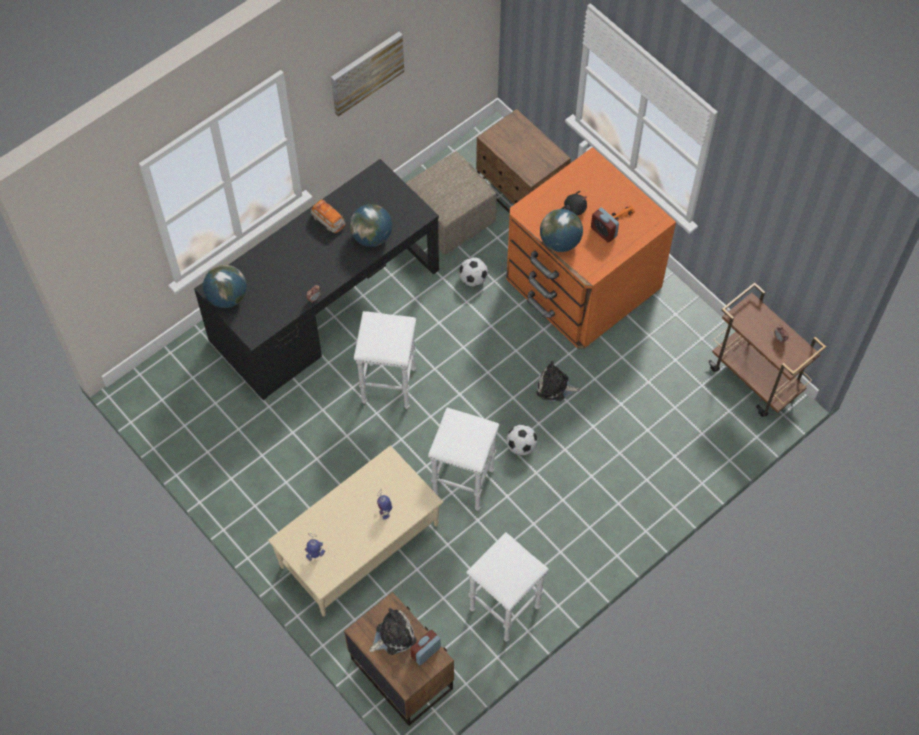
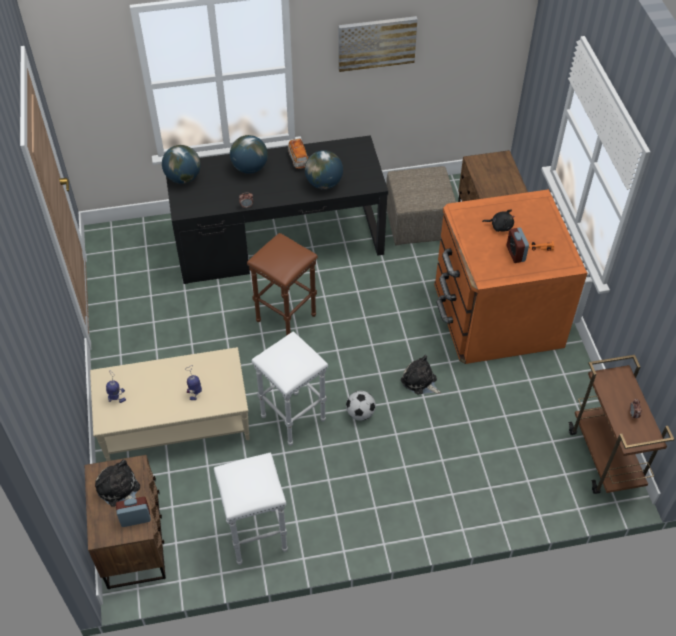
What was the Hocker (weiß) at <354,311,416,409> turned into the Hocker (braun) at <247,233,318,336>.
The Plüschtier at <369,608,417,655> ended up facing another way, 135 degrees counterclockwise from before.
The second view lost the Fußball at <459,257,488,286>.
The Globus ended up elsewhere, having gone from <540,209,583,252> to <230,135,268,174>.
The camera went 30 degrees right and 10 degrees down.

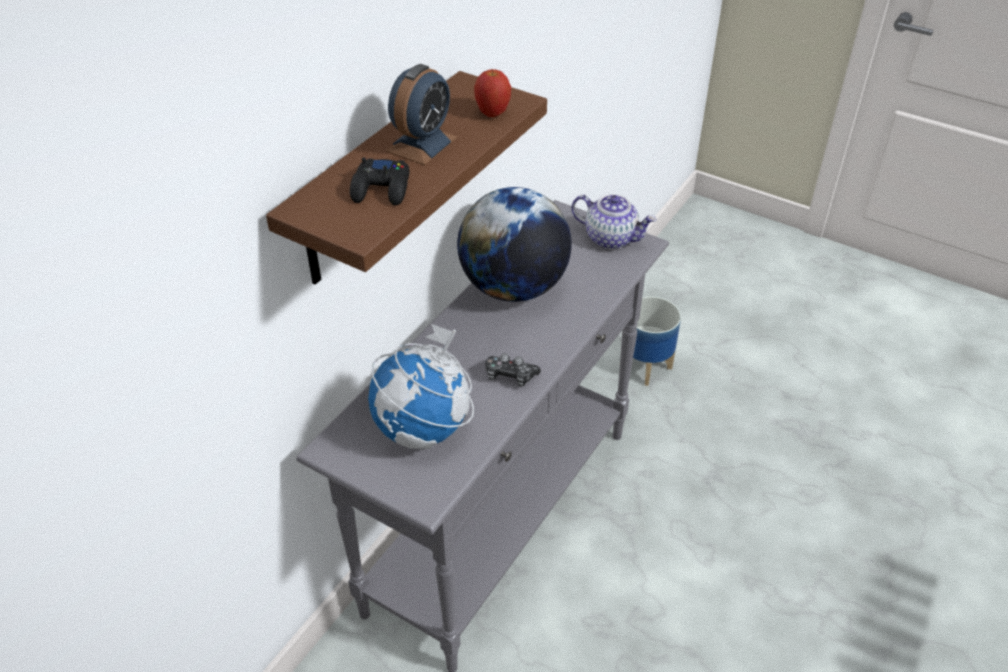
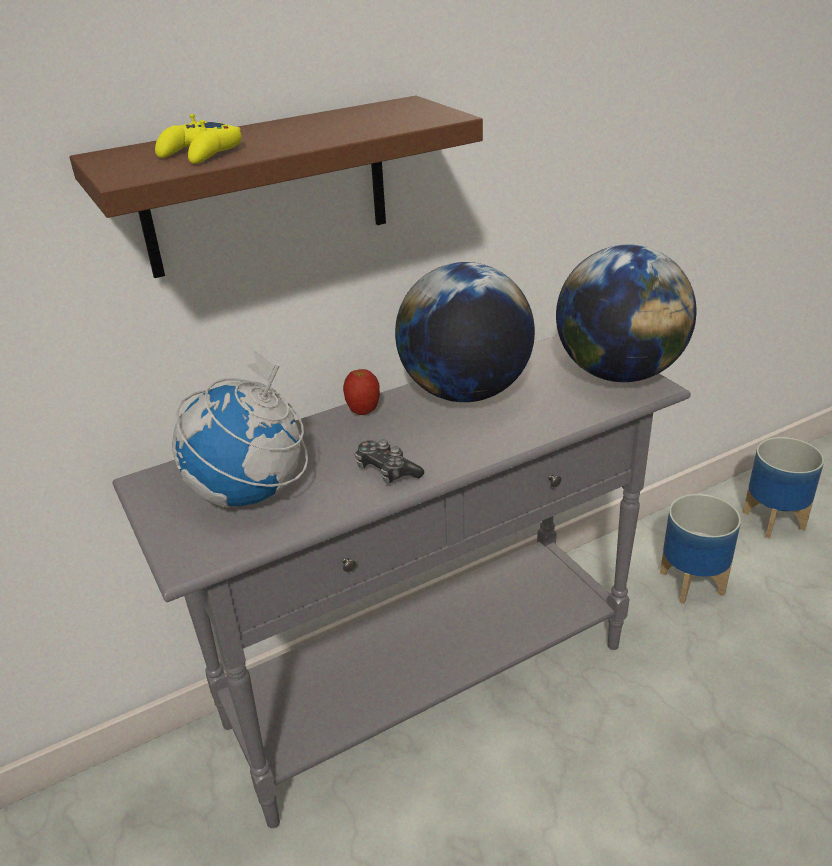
What was the Gamepad (schwarz) at <350,158,409,206> turned into the Gamepad (gelb) at <155,114,242,164>.
The second view lost the Wecker at <386,64,458,165>.
The Apfel ended up elsewhere, having gone from <474,69,511,117> to <343,369,380,415>.
Where the Teekanne stood at <571,194,657,249>, the Globus came to stand at <556,245,697,382>.
The second view gained the Pflanzkübel at <743,437,824,539>.
The camera went 30 degrees right and 10 degrees down.

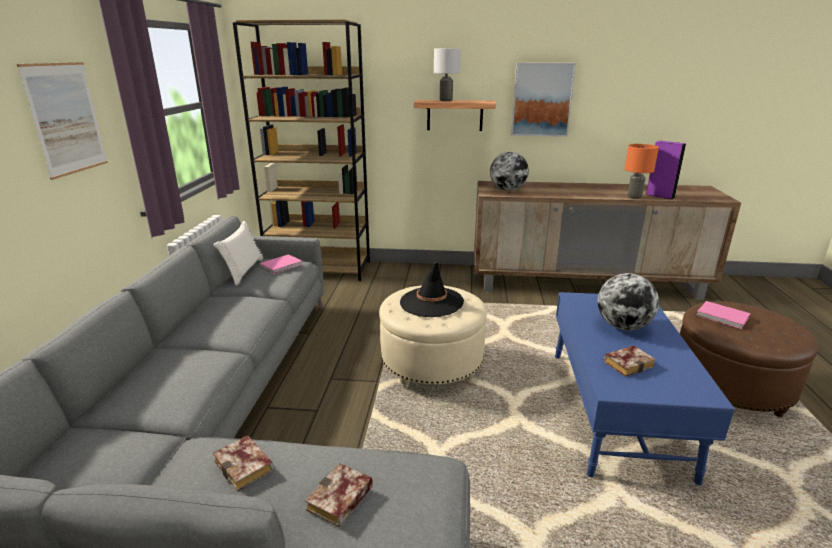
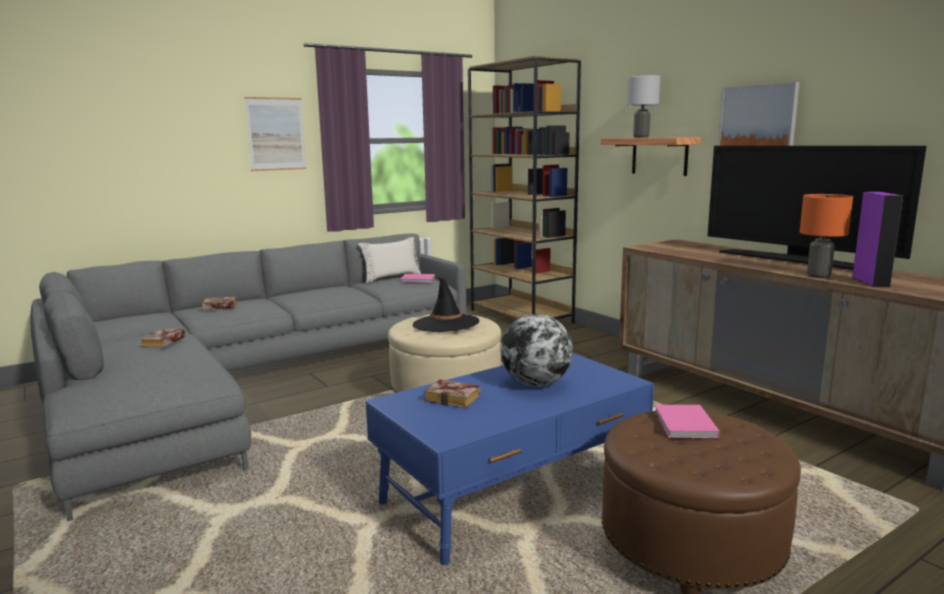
The Buch ended up elsewhere, having gone from <305,463,373,527> to <202,296,237,310>.
The second view lost the Globus at <490,152,529,191>.
The second view gained the Fernseher at <708,146,926,270>.
The camera went 50 degrees right and 10 degrees down.

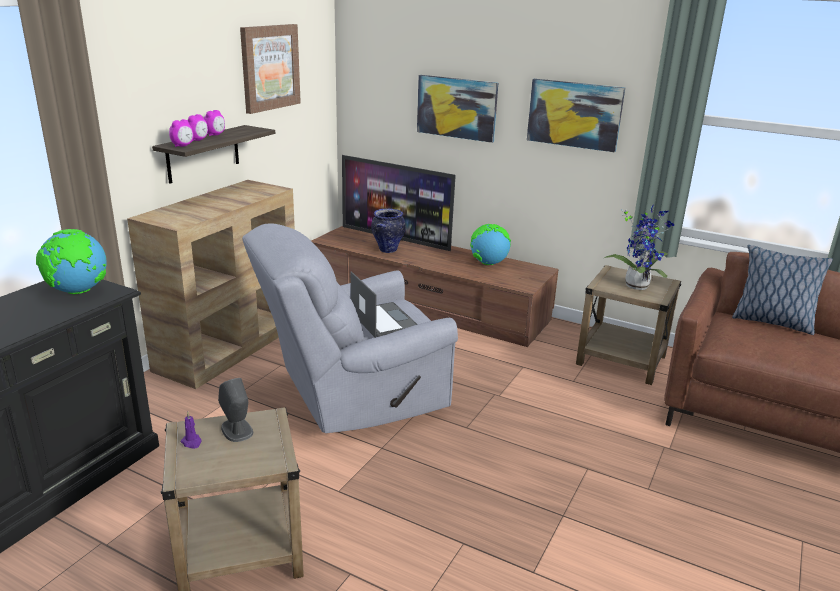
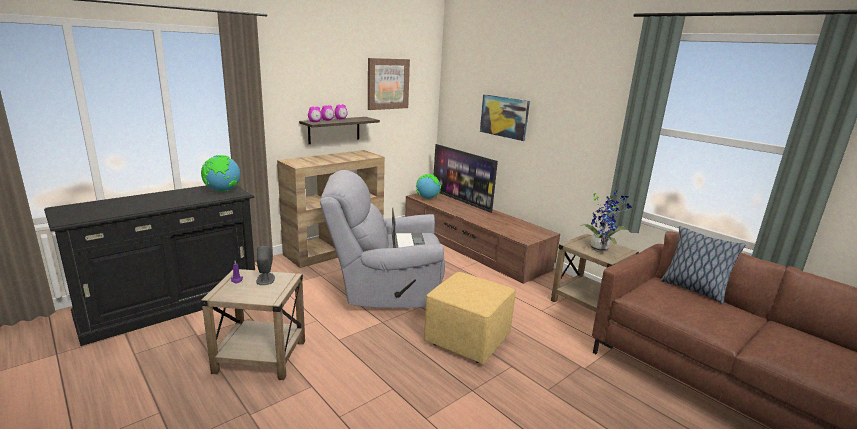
The second view lost the Vase at <371,209,406,253>.
The Globus ended up elsewhere, having gone from <470,224,511,265> to <416,174,441,199>.
The second view lost the Bild at <527,79,625,153>.
The second view gained the Polsterhocker (gelb) at <424,272,515,364>.
The camera went 20 degrees right and 5 degrees down.

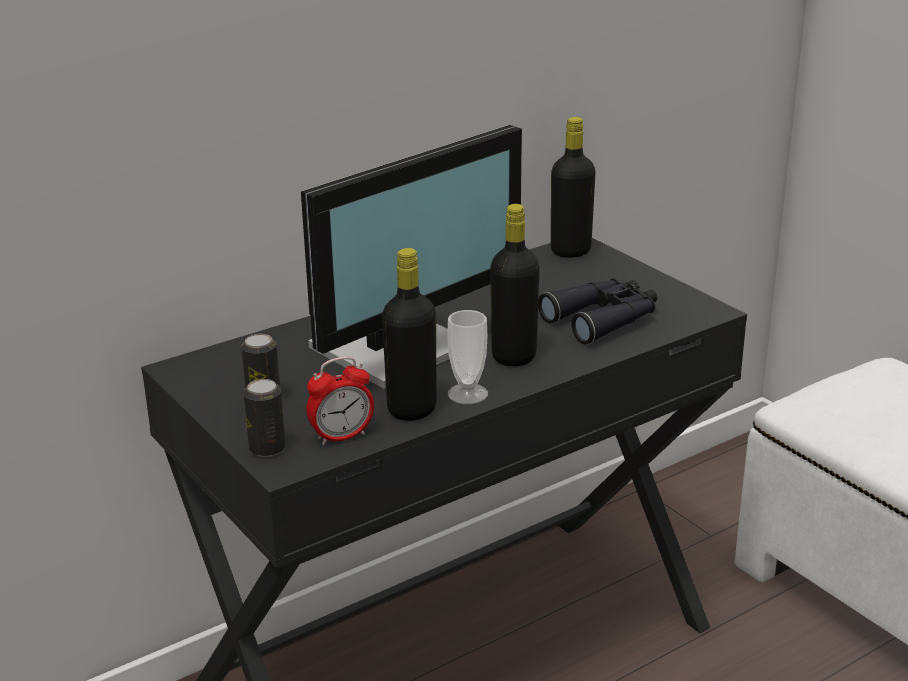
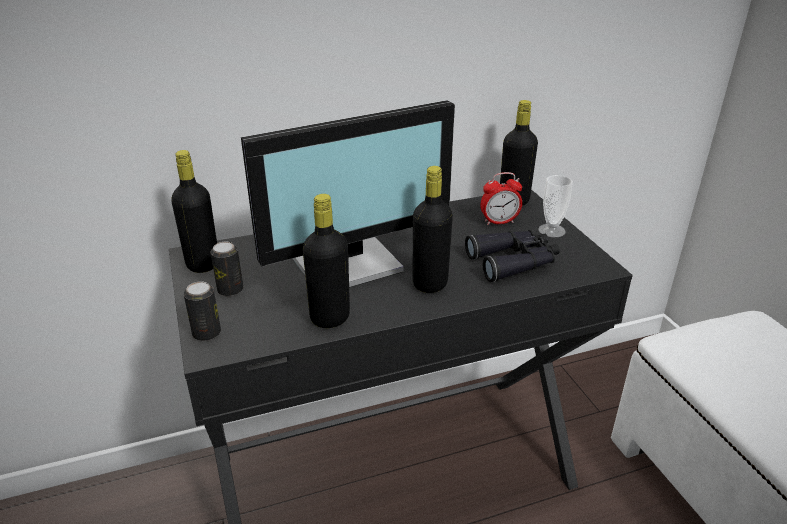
The Wecker ended up elsewhere, having gone from <306,356,374,445> to <480,172,522,225>.
The Tasse ended up elsewhere, having gone from <447,310,488,404> to <538,175,573,237>.
The second view gained the Flasche (schwarz) at <171,150,217,273>.
The camera went 15 degrees right and 5 degrees up.

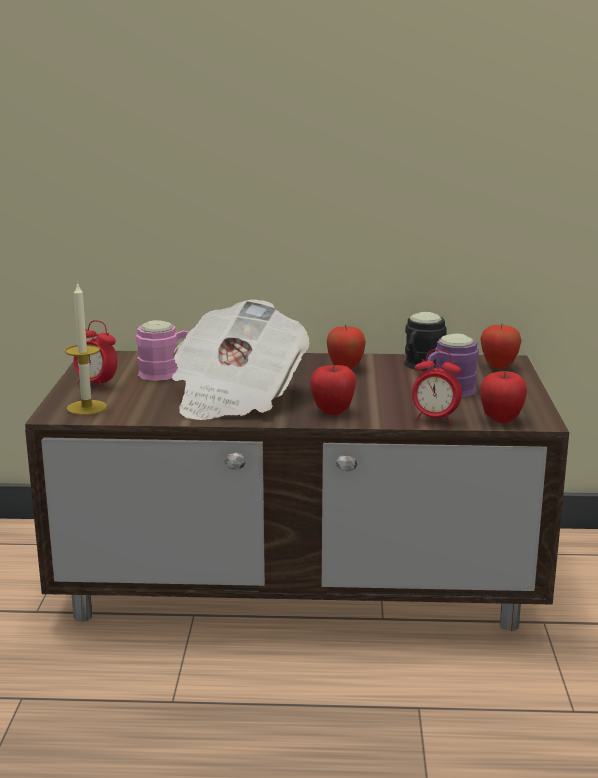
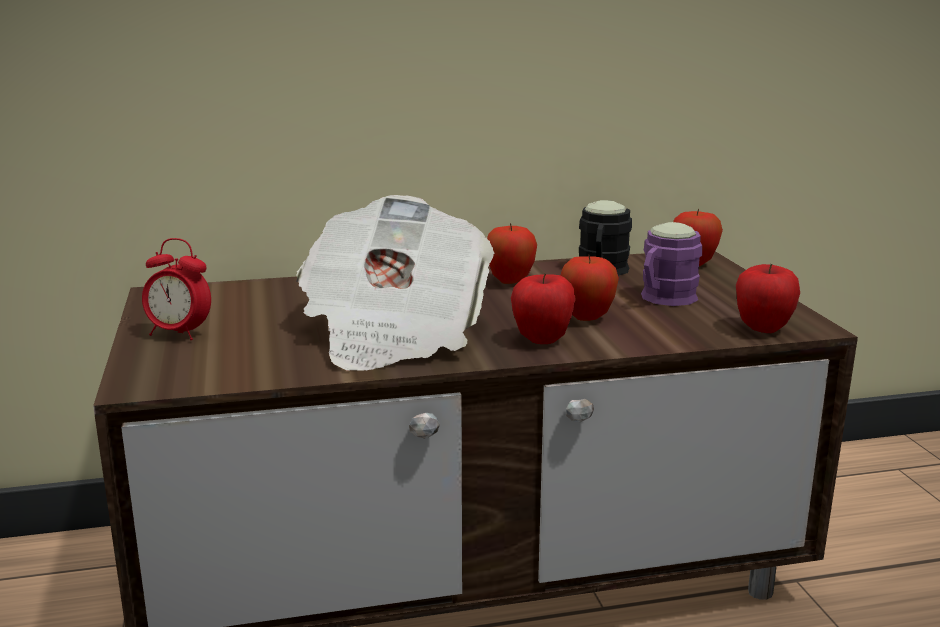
The second view lost the Kerze at <65,282,107,415>.
The second view lost the Henkelbecher (rosa) at <136,320,189,381>.
The second view lost the Wecker at <412,349,462,425>.
The second view gained the Apfel at <560,254,619,321>.
The camera went 15 degrees left and 0 degrees up.

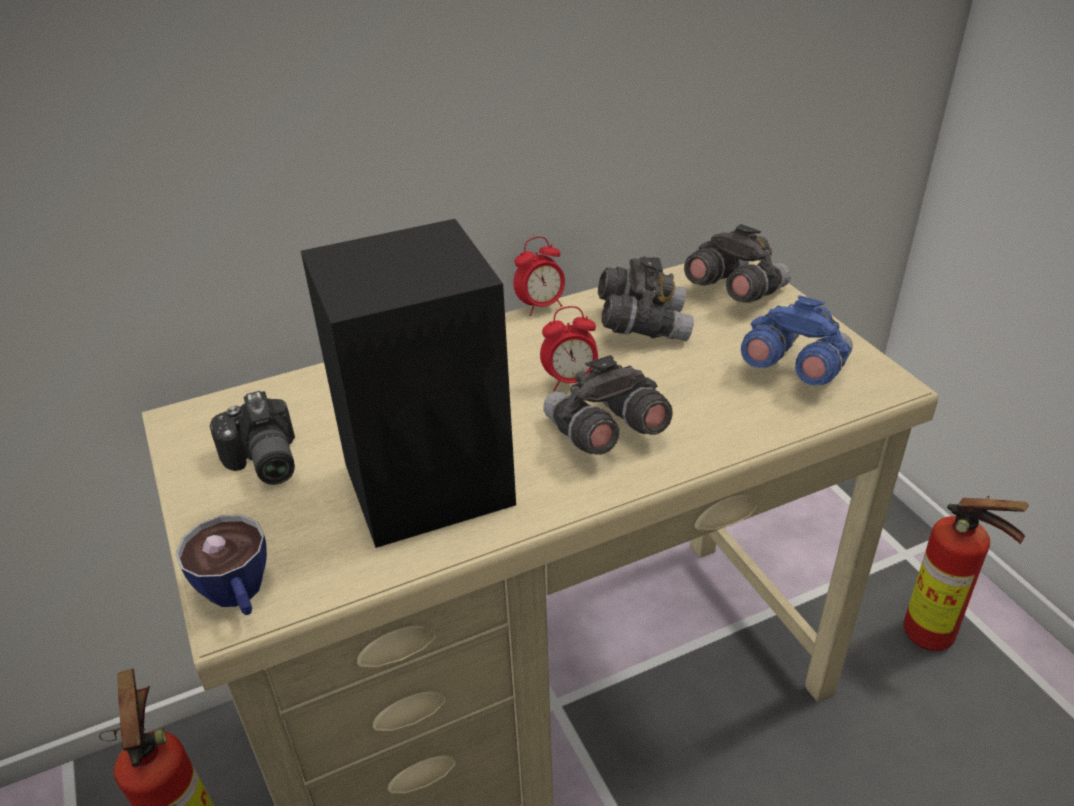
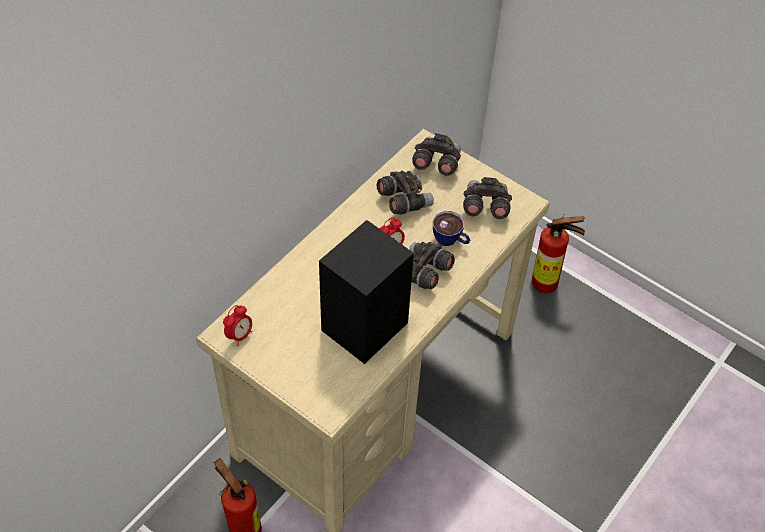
The Tasse ended up elsewhere, having gone from <176,515,267,615> to <433,211,470,246>.
The second view lost the Kamera at <210,391,295,485>.
The Wecker ended up elsewhere, having gone from <513,236,565,316> to <223,305,252,346>.
What was the Fernglas (blau) at <741,295,853,386> turned into the Fernglas (grau) at <463,177,512,219>.
The camera went 30 degrees left and 15 degrees up.

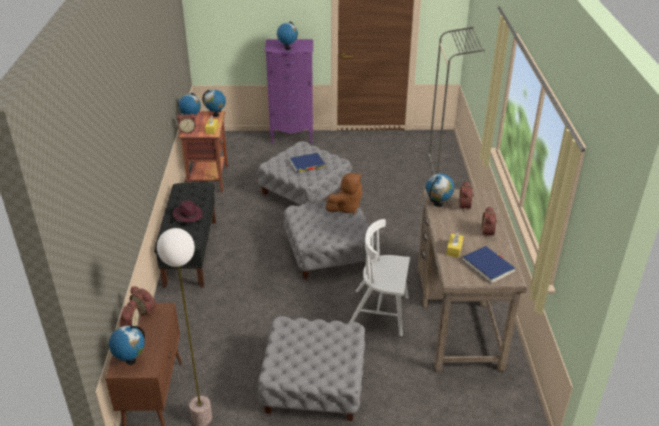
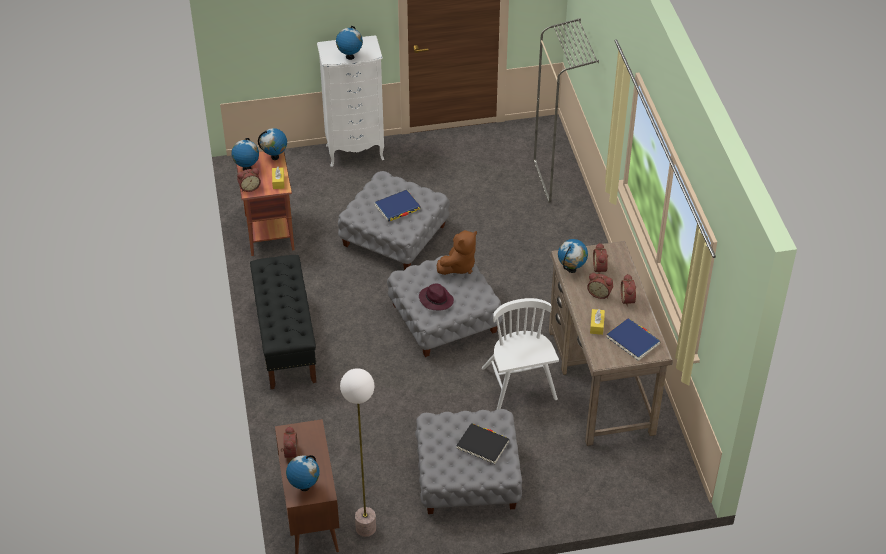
The Wecker ended up elsewhere, having gone from <130,286,156,315> to <587,273,613,299>.
The Hut (lila) ended up elsewhere, having gone from <173,200,203,223> to <419,283,454,310>.
What was the Kommode (lila) at <265,39,313,144> turned into the Kommode (weiß) at <317,35,384,167>.
The Stuhl (weiß) at <350,219,410,336> ended up facing another way, 75 degrees clockwise from before.
The second view gained the Buch (schwarz) at <456,423,509,464>.
The camera went 10 degrees left and 10 degrees up.

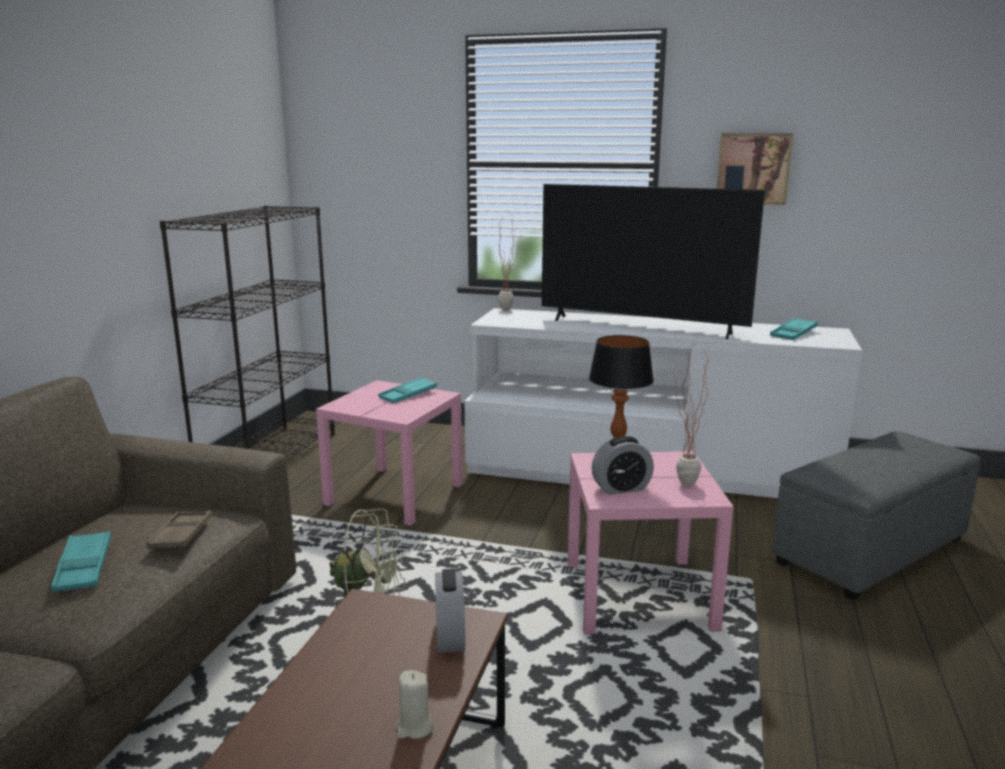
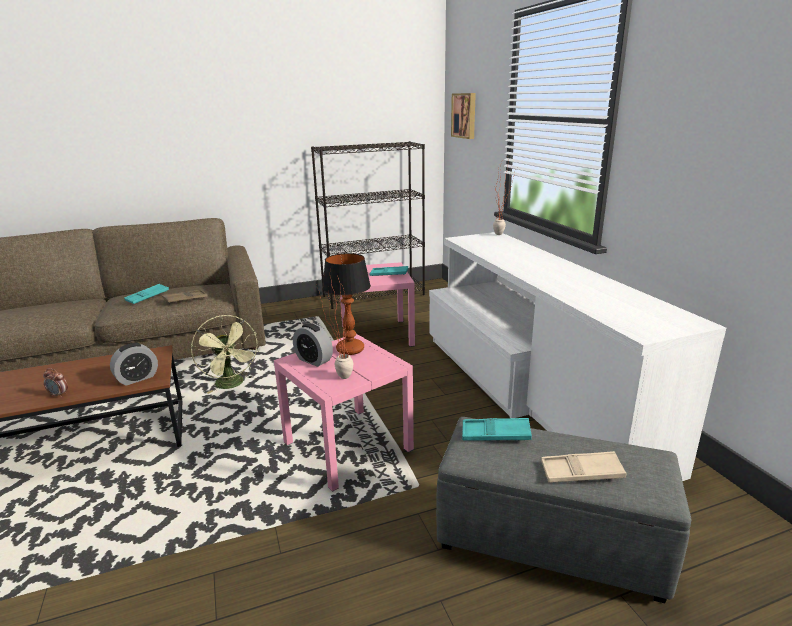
Where the Kerze (beige) stood at <395,670,434,739>, the Wecker came to stand at <43,368,68,398>.
The second view lost the Fernseher at <542,184,765,339>.
The Bild ended up elsewhere, having gone from <717,133,793,205> to <451,93,476,139>.
The Tablett (türkis) ended up elsewhere, having gone from <770,317,818,340> to <462,418,532,441>.
The second view gained the Tablett (beige) at <541,451,626,483>.
The camera went 55 degrees right and 5 degrees up.

